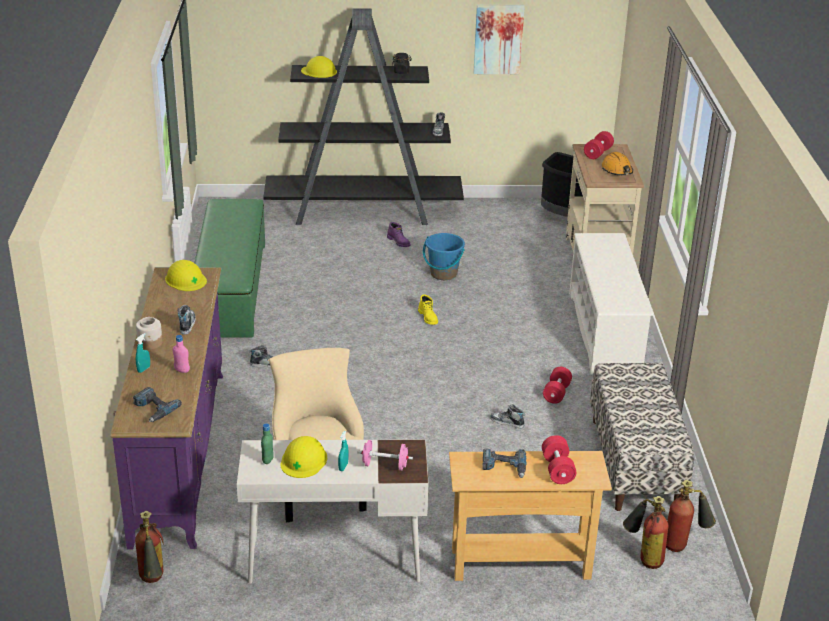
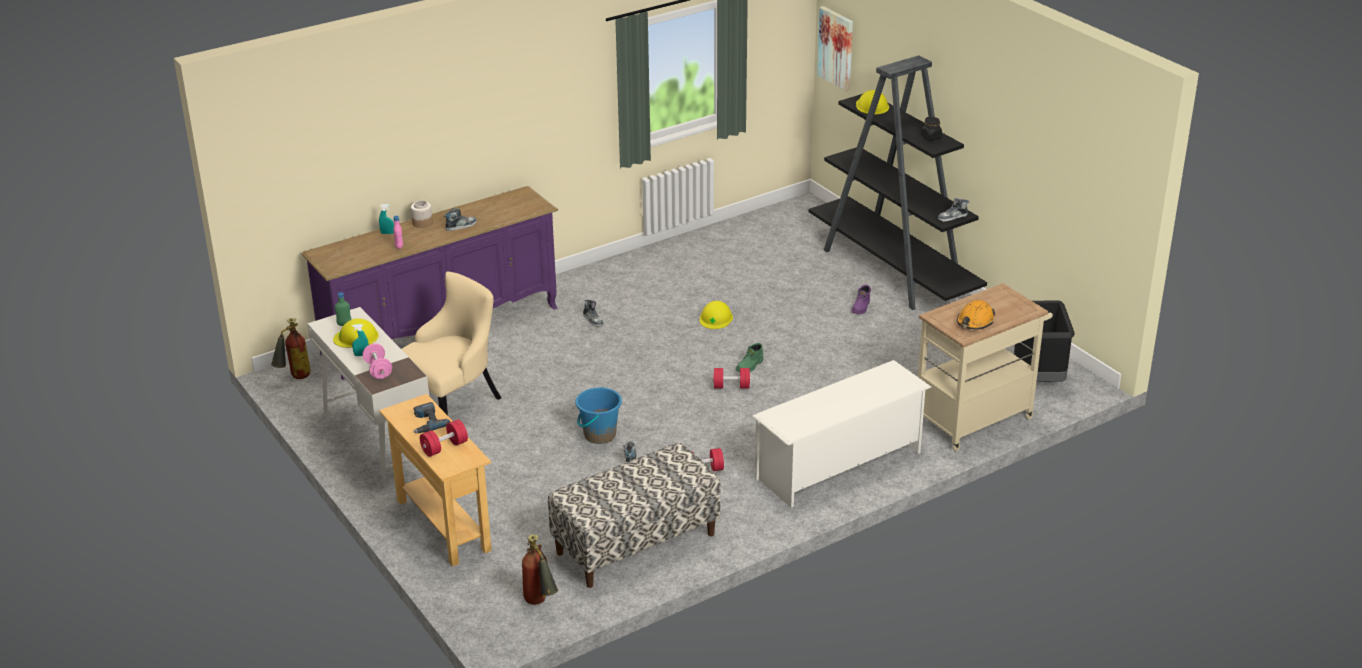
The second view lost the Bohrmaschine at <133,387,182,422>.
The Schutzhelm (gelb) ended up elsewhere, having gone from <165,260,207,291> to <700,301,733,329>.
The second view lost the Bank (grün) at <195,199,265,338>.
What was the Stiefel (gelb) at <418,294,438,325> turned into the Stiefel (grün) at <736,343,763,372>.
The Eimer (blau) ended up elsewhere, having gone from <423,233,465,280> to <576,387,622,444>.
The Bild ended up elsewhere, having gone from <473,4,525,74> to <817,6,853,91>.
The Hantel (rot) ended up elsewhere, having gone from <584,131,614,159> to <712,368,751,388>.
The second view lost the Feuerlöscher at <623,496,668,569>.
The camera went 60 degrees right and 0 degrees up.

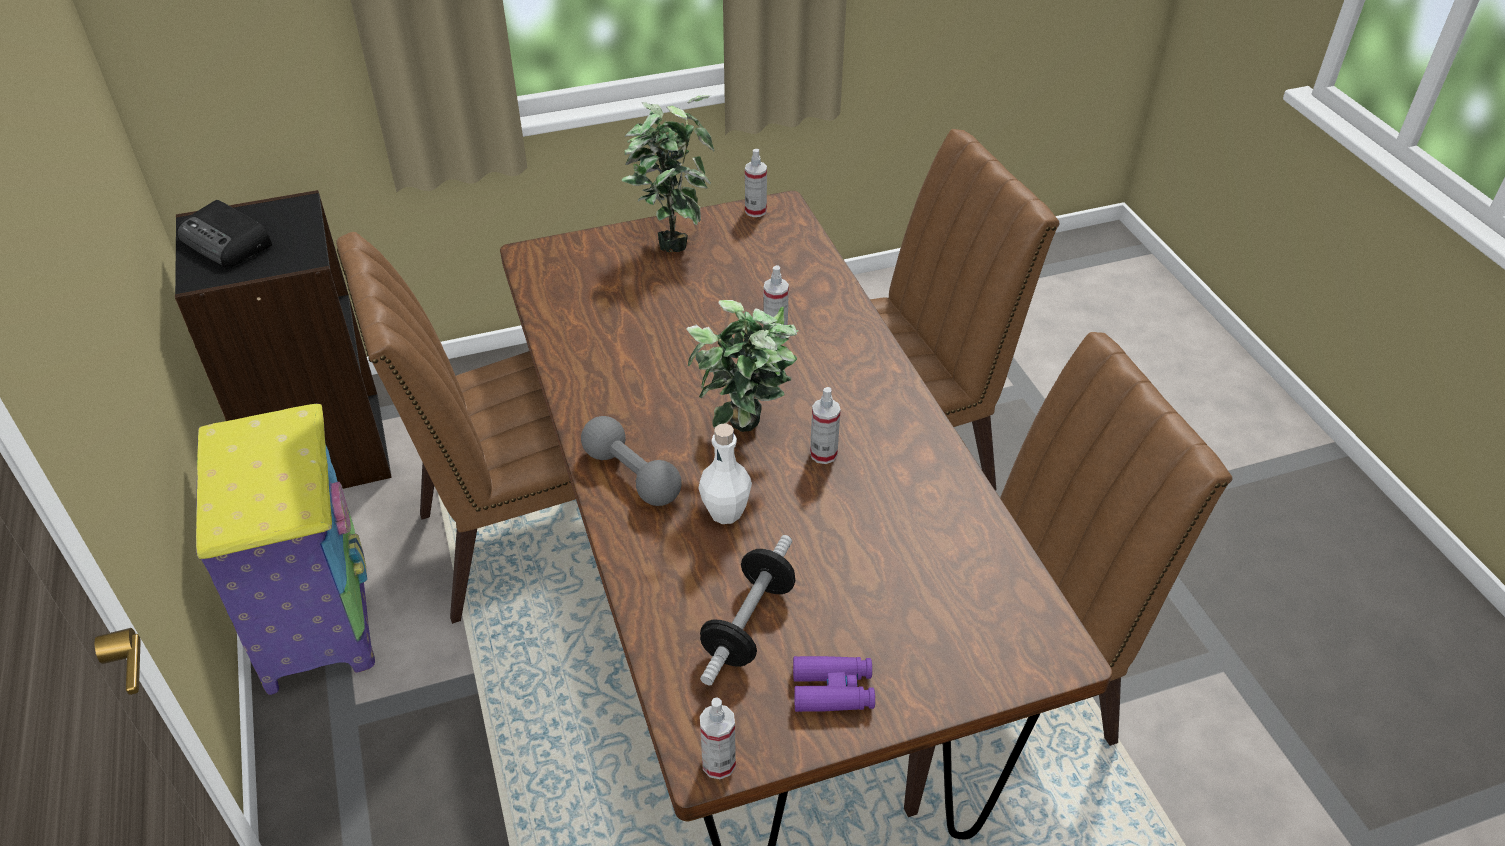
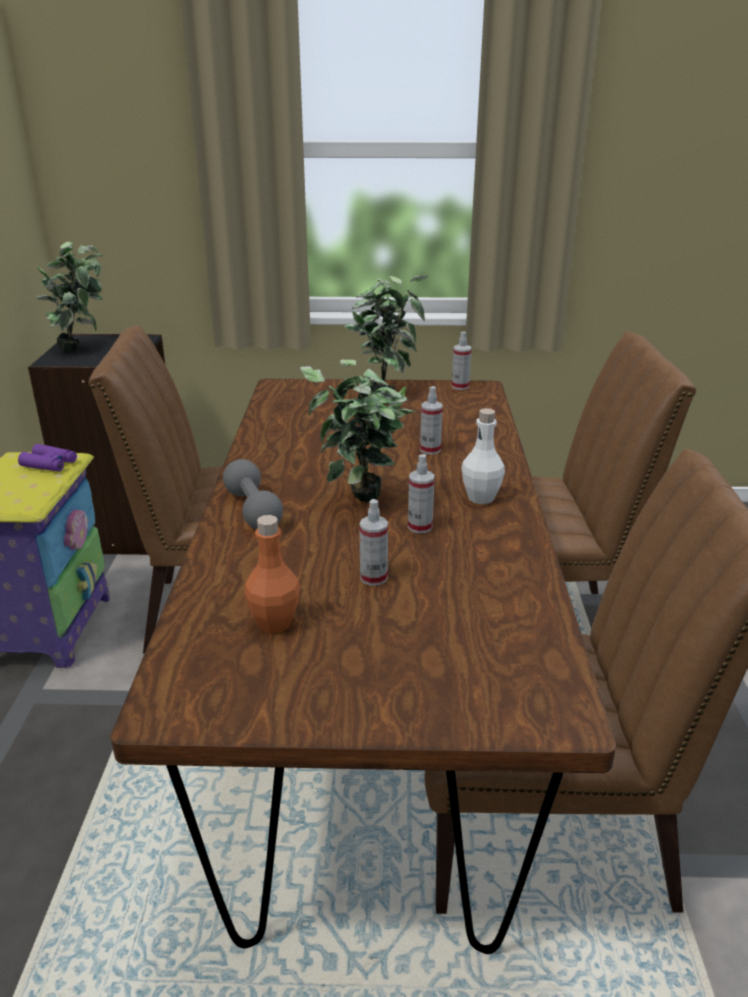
Where the Radio stood at <177,200,272,267>, the Topfpflanze came to stand at <36,242,103,351>.
The Flasche (weiß) ended up elsewhere, having gone from <698,423,752,524> to <461,408,505,504>.
Where the Hantel stood at <700,535,796,685>, the Flasche (orange) came to stand at <244,515,300,634>.
The Sprühflasche ended up elsewhere, having gone from <700,697,736,779> to <360,499,388,586>.
The Fernglas (lila) ended up elsewhere, having gone from <793,656,875,712> to <18,444,77,471>.
The camera went 20 degrees right and 15 degrees down.

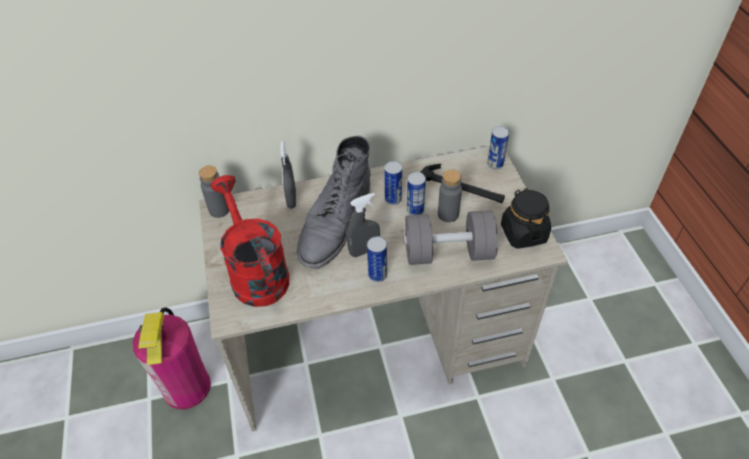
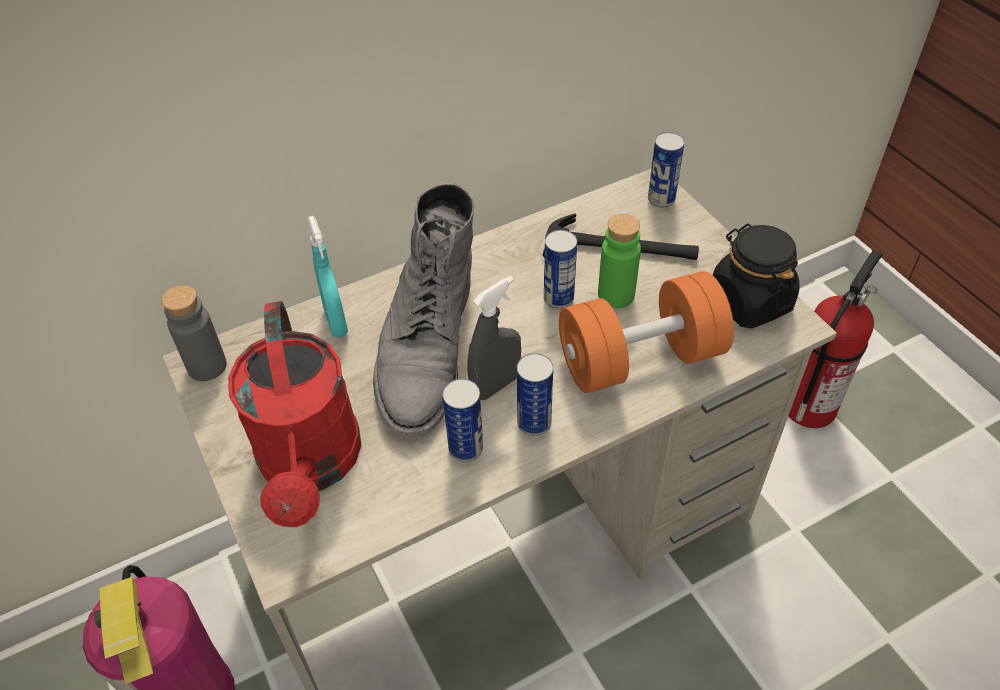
The Gießkanne (rot) at <210,175,289,307> ended up facing another way, 150 degrees counterclockwise from before.
What was the Sprühflasche (grau) at <280,141,296,208> turned into the Sprühflasche (türkis) at <307,216,348,338>.
The Dose ended up elsewhere, having gone from <384,161,402,205> to <443,379,483,462>.
What was the Hantel (grau) at <404,210,498,265> turned into the Hantel (orange) at <559,271,734,393>.
What was the Flasche (grau) at <438,169,462,222> turned into the Flasche (grün) at <598,214,641,308>.
The second view gained the Feuerlöscher at <789,250,883,428>.
The camera went 15 degrees left and 0 degrees up.

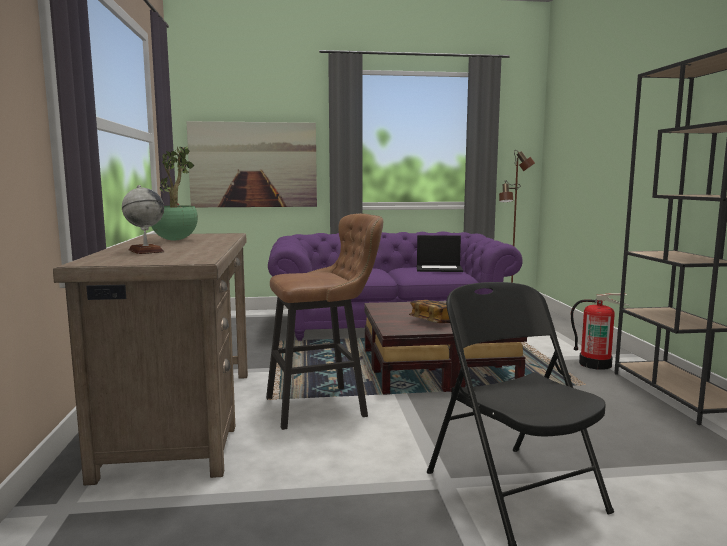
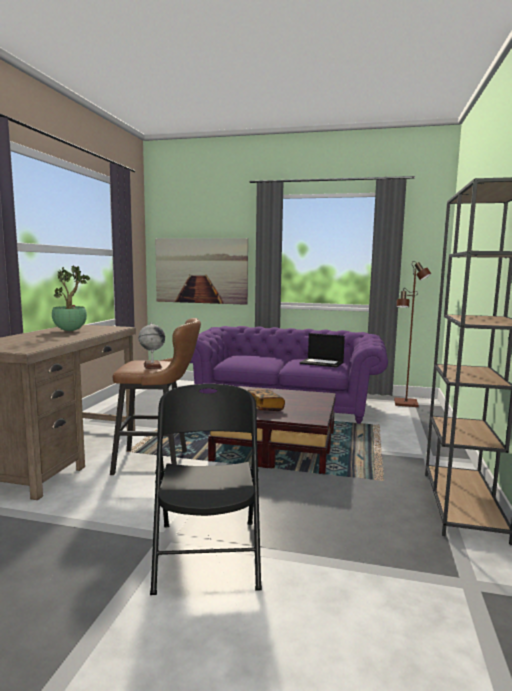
The Globus ended up elsewhere, having gone from <122,185,164,254> to <138,322,165,369>.
The second view lost the Feuerlöscher at <571,293,630,370>.
The camera went 20 degrees right and 0 degrees up.

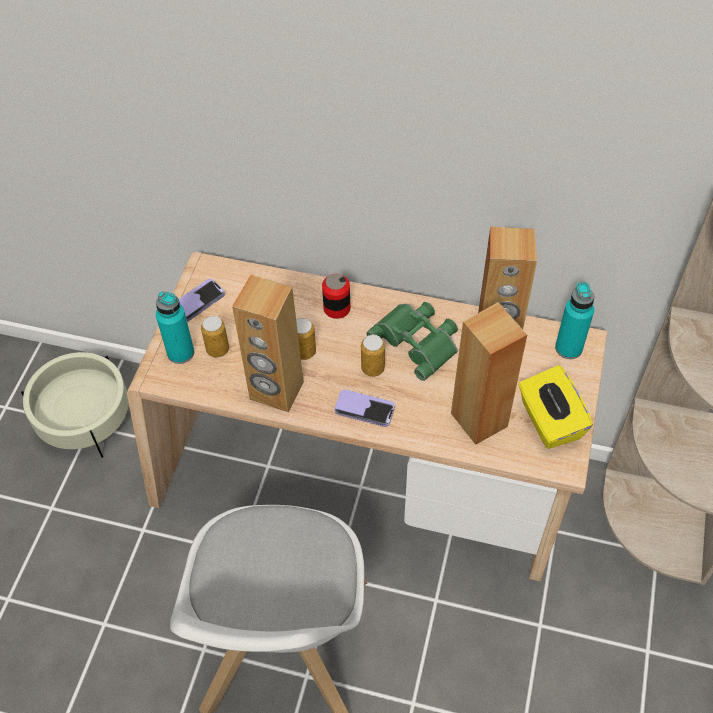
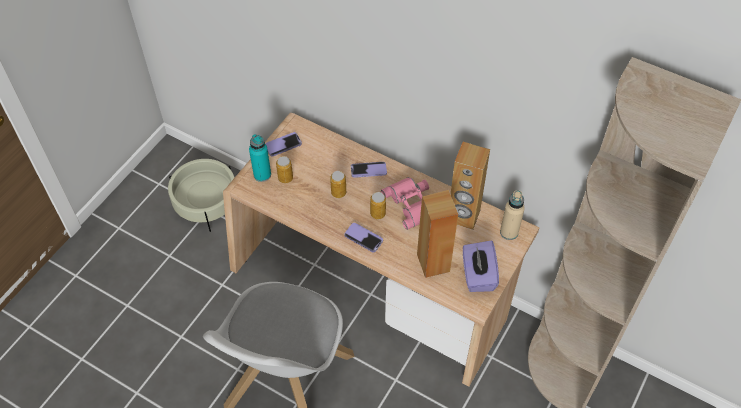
The second view lost the Lautsprecher (braun) at <232,275,304,412>.
Where the Dose stood at <322,274,351,319>, the Handy came to stand at <351,162,387,178>.
What was the Fernglas (grün) at <366,302,458,381> turned into the Fernglas (rosa) at <381,177,429,230>.
What was the Taschentuchbox (gelb) at <518,365,593,449> turned into the Taschentuchbox (lila) at <463,240,499,292>.
What was the Flasche (türkis) at <555,282,594,359> turned into the Flasche (beige) at <500,190,525,240>.
The camera went 15 degrees right and 0 degrees up.

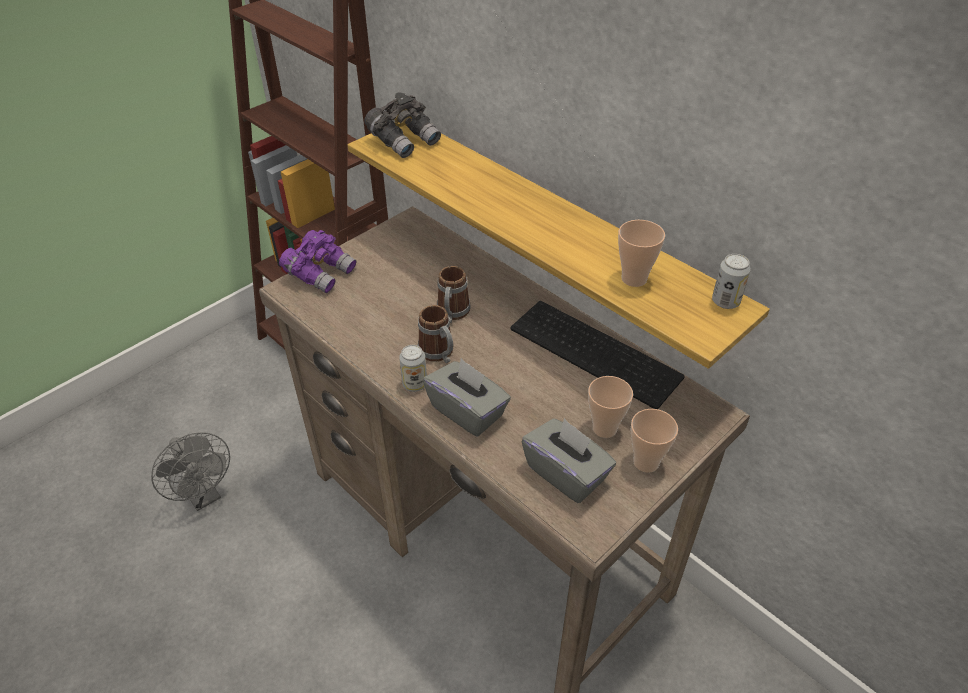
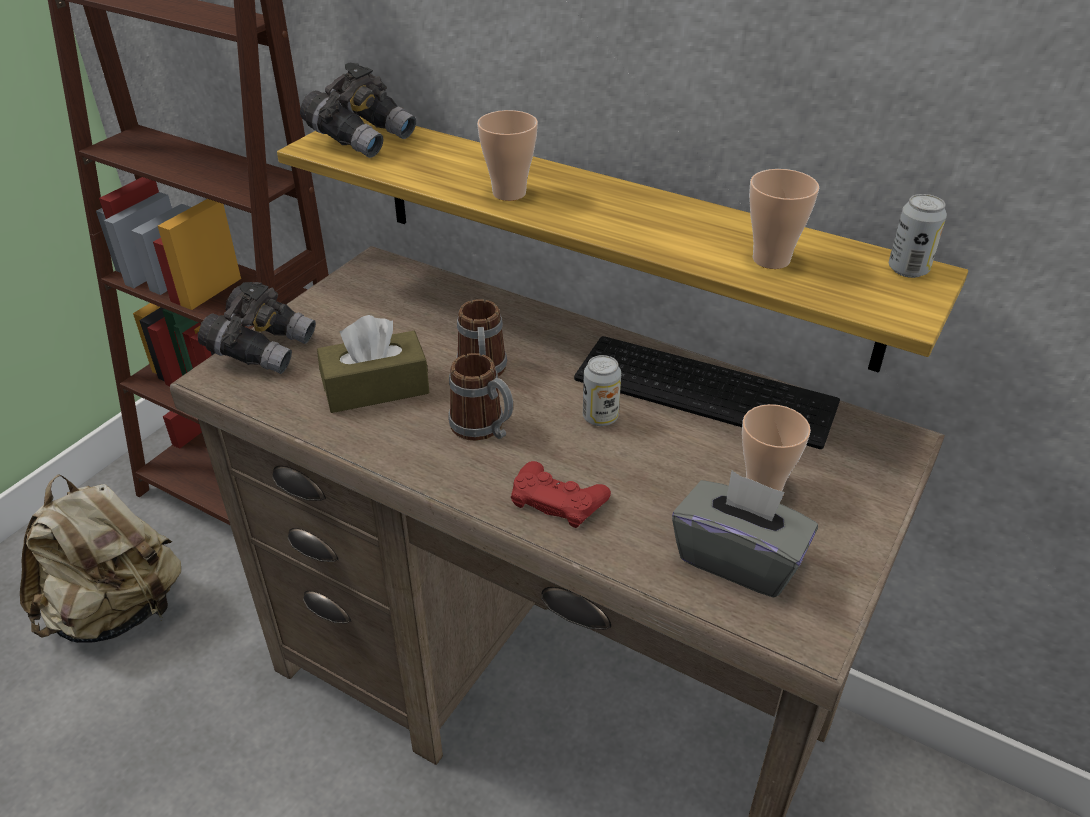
The second view lost the Ventilator (grau) at <151,432,230,511>.
What was the Fernglas (lila) at <279,230,356,293> turned into the Fernglas (grau) at <198,282,316,374>.
The Dose ended up elsewhere, having gone from <399,345,427,392> to <583,355,621,426>.
Where the Taschentuchbox (grau) stood at <423,358,511,437>, the Gamepad (rot) came to stand at <511,461,611,528>.
The Tasse ended up elsewhere, having gone from <631,409,678,473> to <477,110,538,201>.
The second view gained the Rucksack (beige) at <20,474,181,643>.
The second view gained the Taschentuchbox (braun) at <317,315,430,413>.
The camera went 15 degrees left and 5 degrees down.

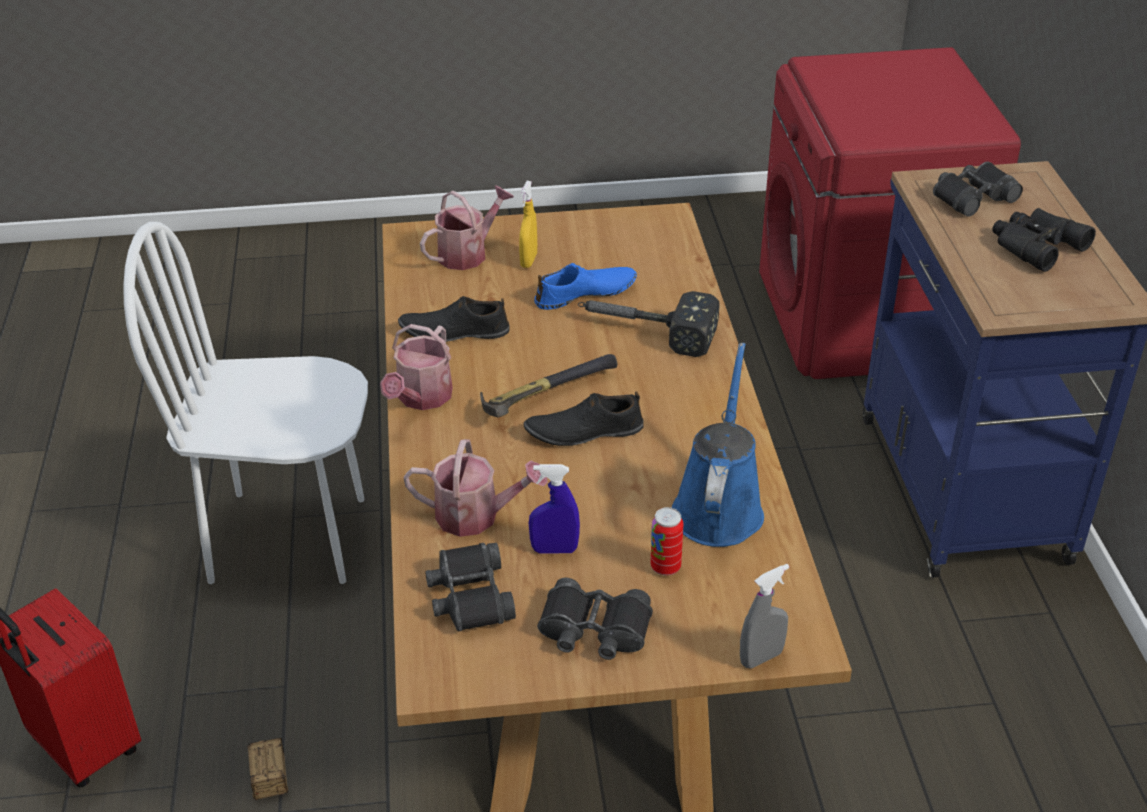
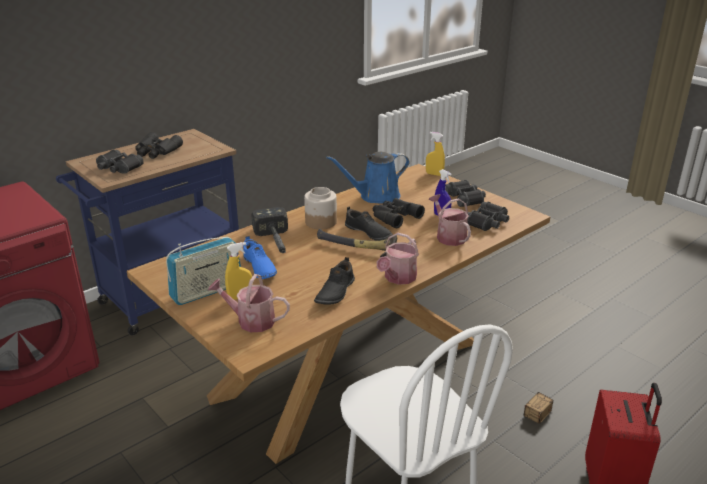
The Gießkanne at <380,324,453,410> ended up facing another way, 135 degrees clockwise from before.
The Schuh (schwarz) at <398,296,509,342> ended up facing another way, 60 degrees clockwise from before.
The Schuh (blau) at <534,263,637,310> ended up facing another way, 150 degrees counterclockwise from before.
The second view lost the Dose at <651,507,683,576>.
What was the Sprühflasche (grau) at <740,564,789,668> turned into the Sprühflasche (gelb) at <426,132,445,176>.
The second view gained the Radio at <166,237,241,305>.
The second view gained the Vorratsglas at <304,187,337,229>.
The second view gained the Fernglas (schwarz) at <373,198,425,228>.
The camera went 125 degrees left and 10 degrees down.

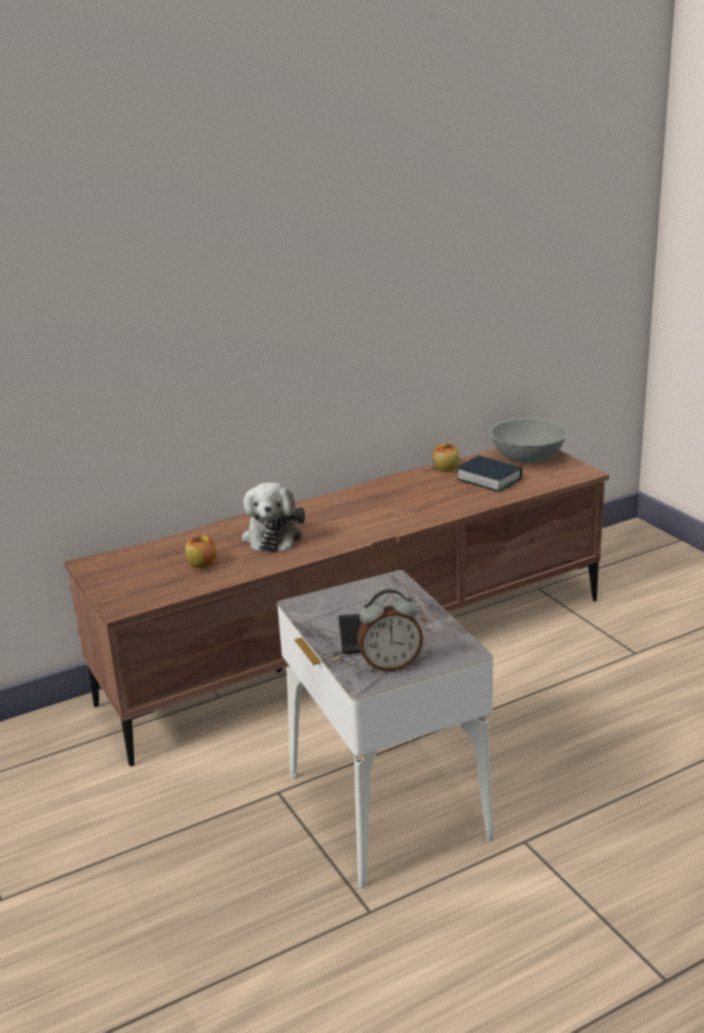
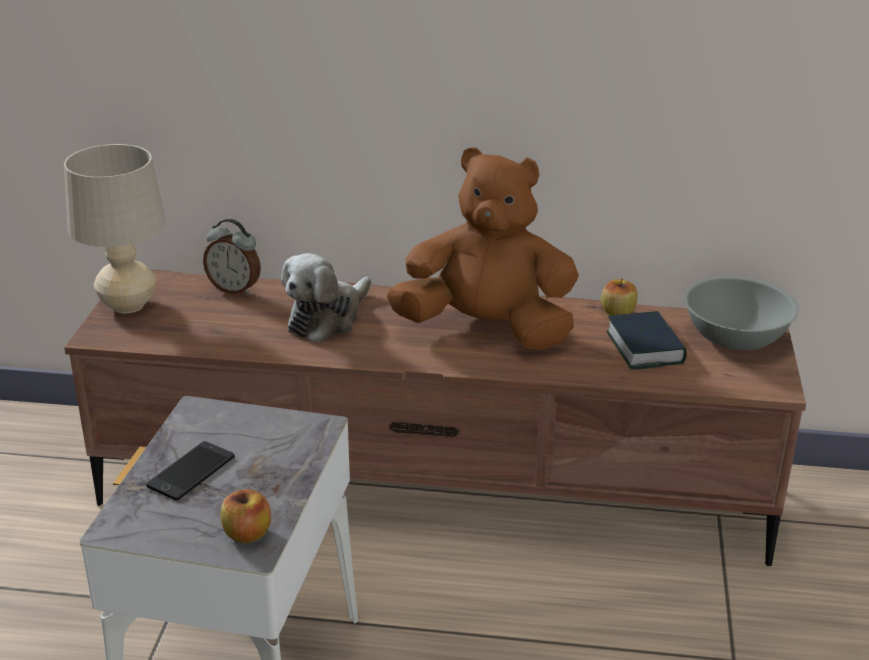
The Apfel ended up elsewhere, having gone from <185,535,216,568> to <220,489,271,543>.
The Wecker ended up elsewhere, having gone from <357,589,423,671> to <203,219,261,295>.
The second view gained the Tischlampe (beige) at <64,144,166,313>.
The second view gained the Plüschtier (braun) at <387,147,579,350>.
The camera went 35 degrees right and 5 degrees up.

